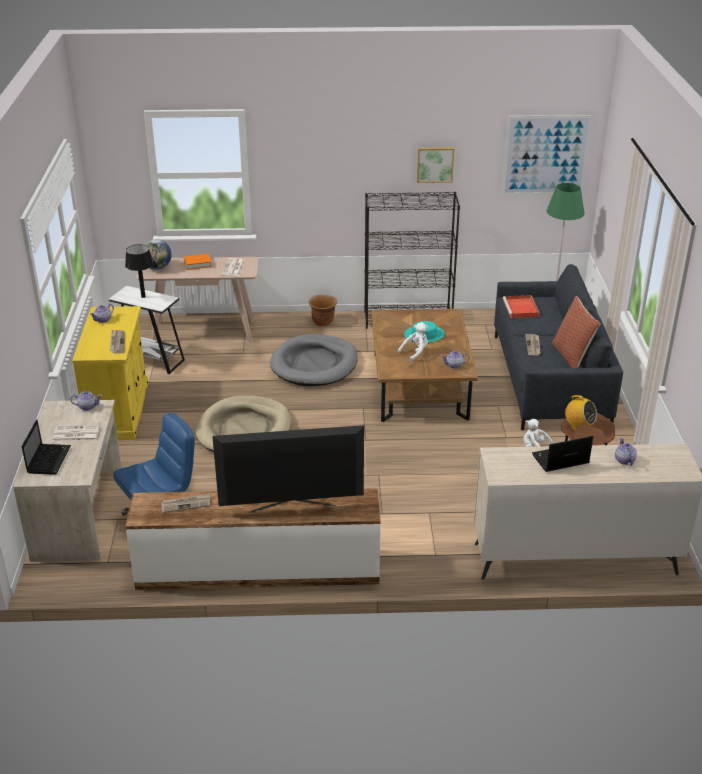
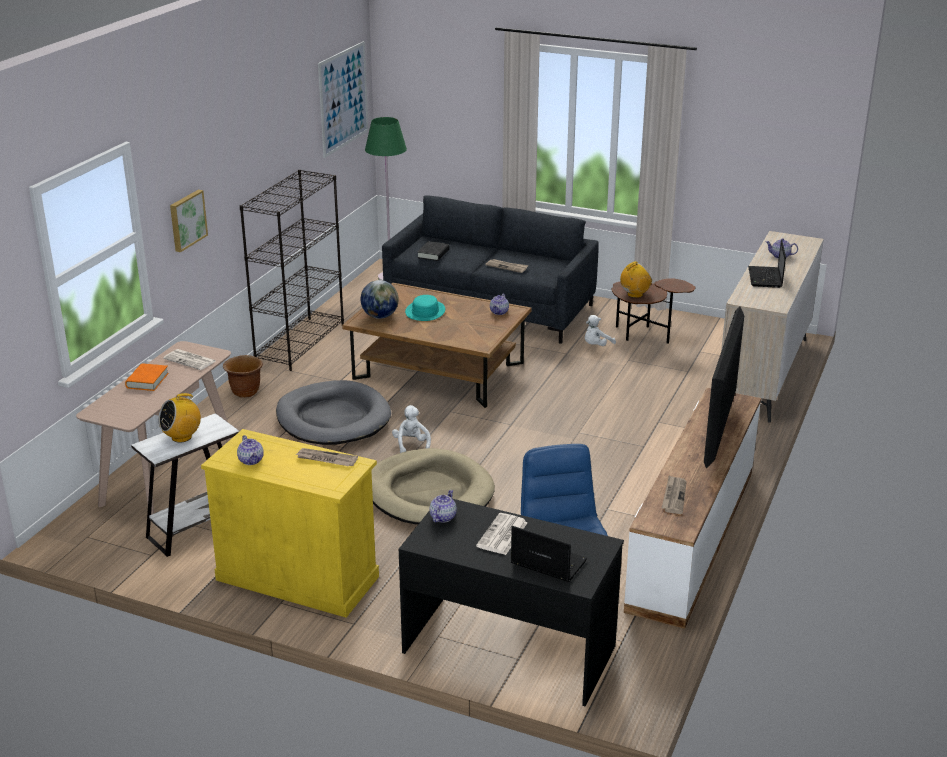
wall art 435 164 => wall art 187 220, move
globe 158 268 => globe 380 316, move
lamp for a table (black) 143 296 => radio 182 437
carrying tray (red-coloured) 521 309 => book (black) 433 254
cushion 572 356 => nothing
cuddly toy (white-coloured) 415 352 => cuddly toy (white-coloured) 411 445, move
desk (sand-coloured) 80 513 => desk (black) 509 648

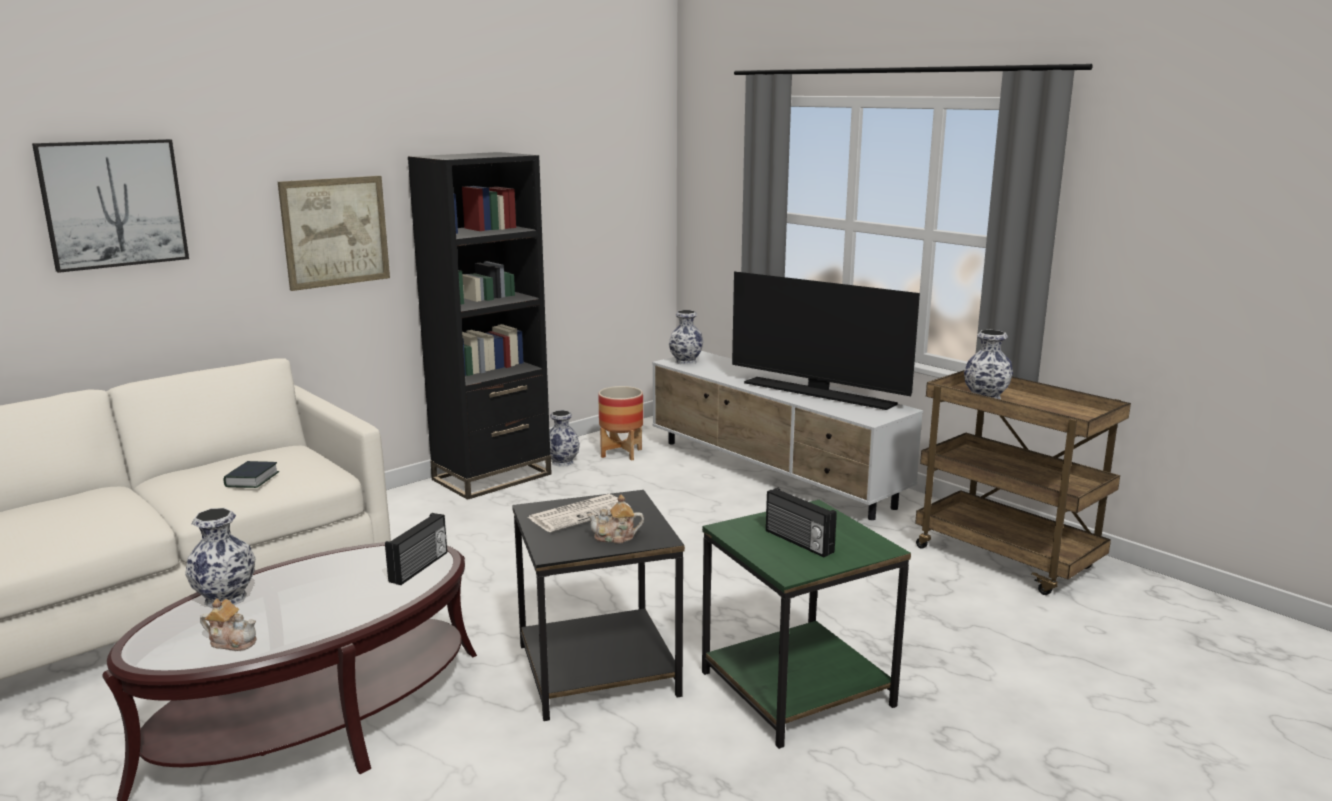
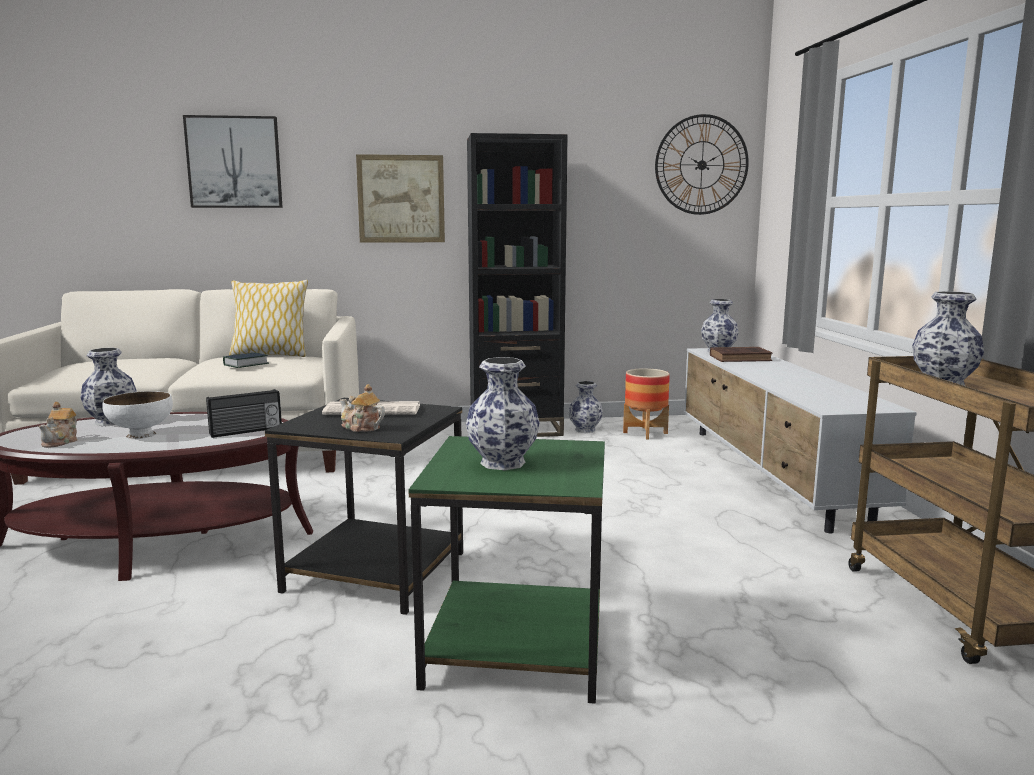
TV 819 394 => nothing
radio 798 542 => flower vase 503 463
pot for tea 232 642 => pot for tea 61 442, 45 degrees clockwise
nothing => hanging clock 701 165
nothing => cushion 270 356
nothing => book (brownish) 741 358
nothing => serving bowl (white-coloured) 142 435

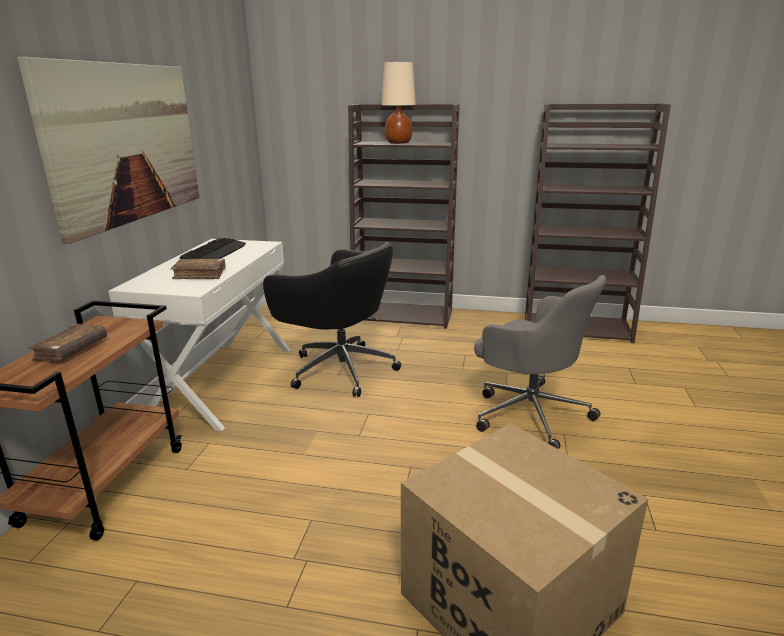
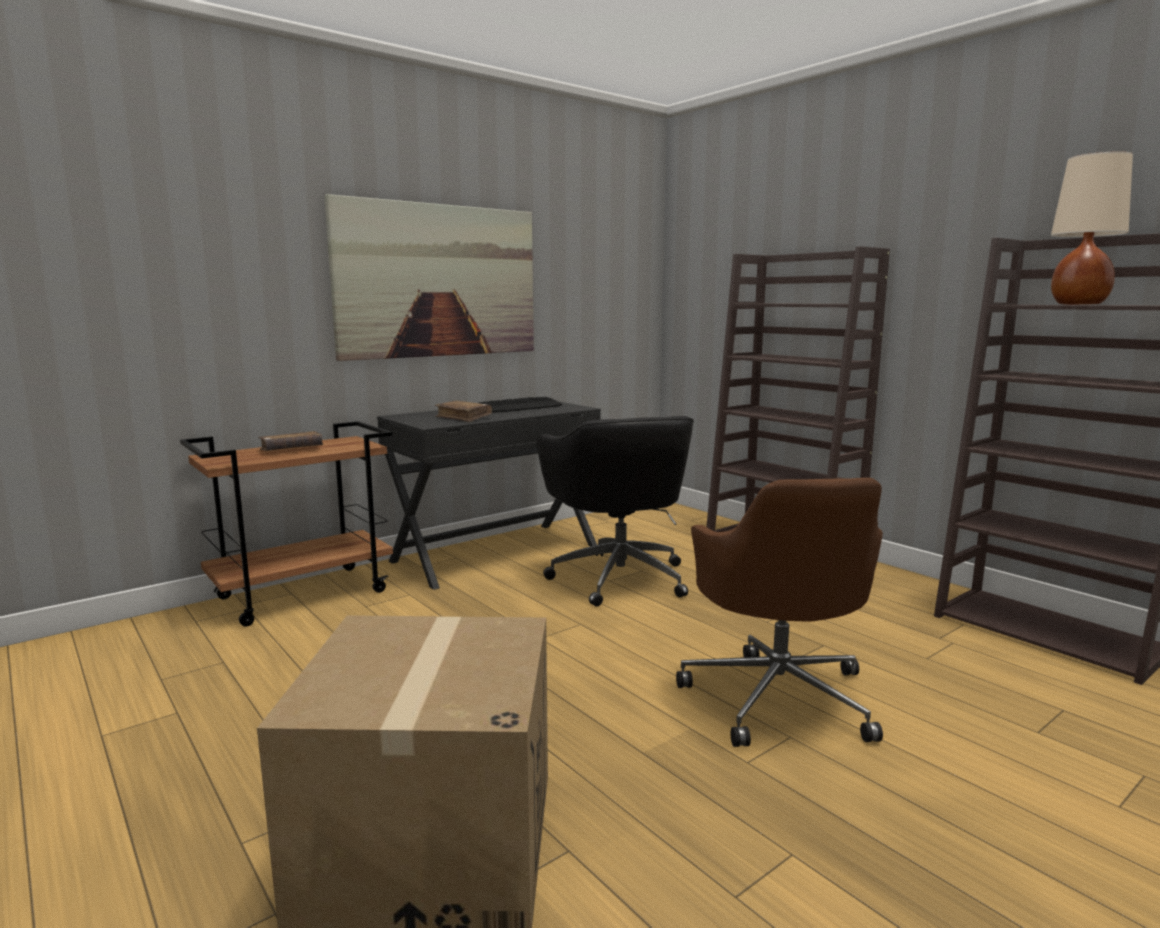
lamp for a table (sand-coloured) 399 143 => lamp for a table (sand-coloured) 1079 304, move
desk (white-coloured) 222 381 => desk (black) 495 553
office chair (greyish) 529 413 => office chair (brownish) 778 696

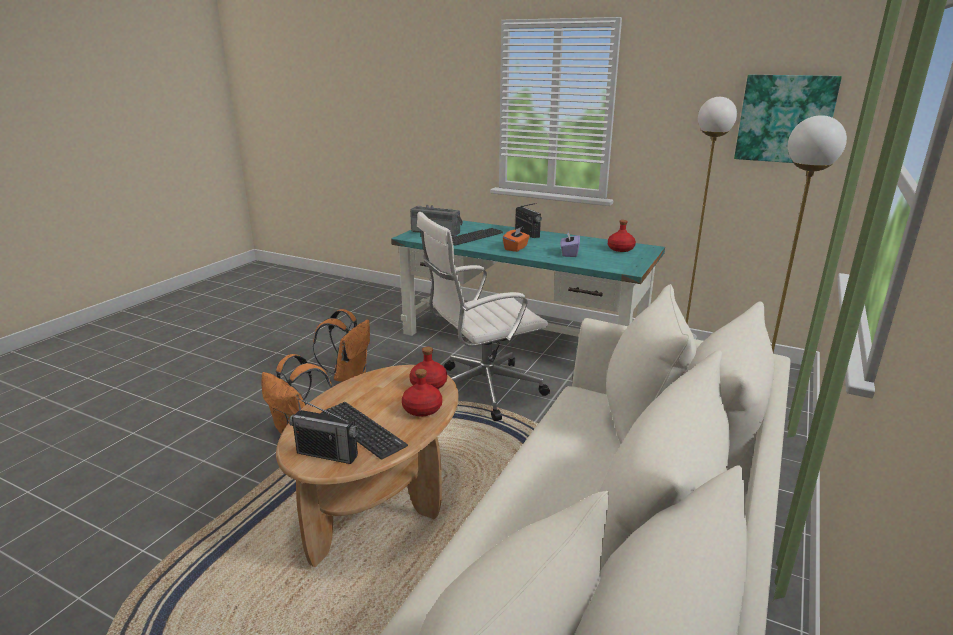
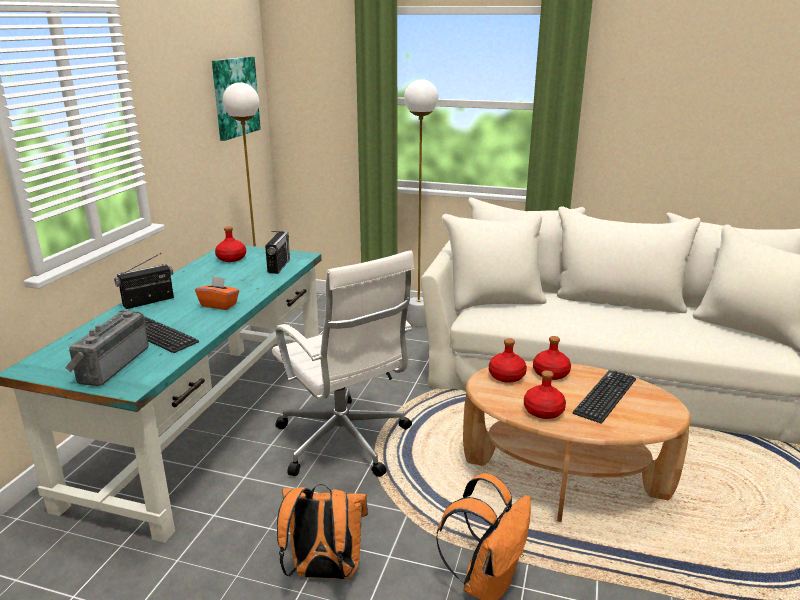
box of tissues (purple-coloured) 569 253 => nothing
radio 327 454 => radio 279 266, move
nothing => drink bottle (red-coloured) 543 411

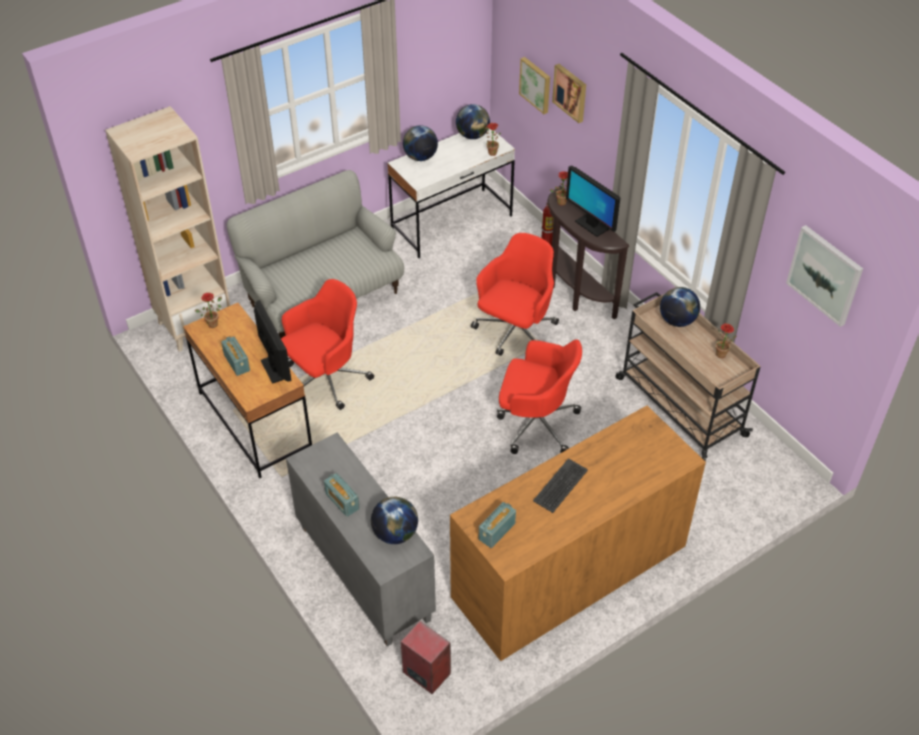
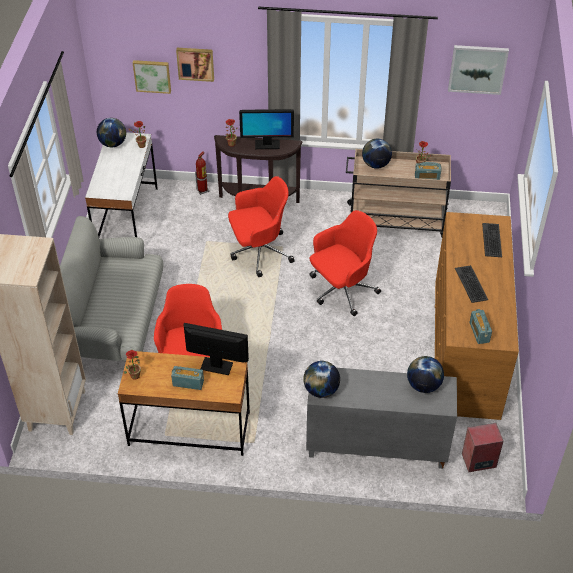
globe 420 157 => globe 321 390, move
office chair (red-coloured) 515 333 => office chair (red-coloured) 259 252, 90 degrees clockwise
radio 342 501 => radio 427 178, move
nothing => computer keyboard 492 240

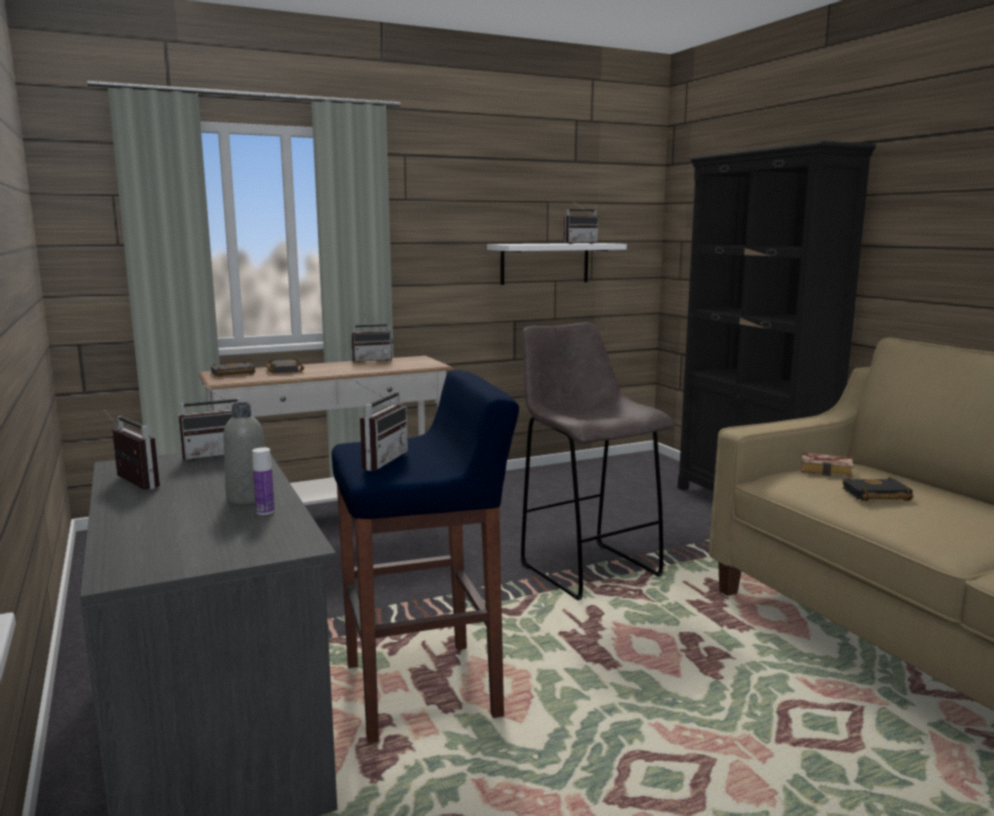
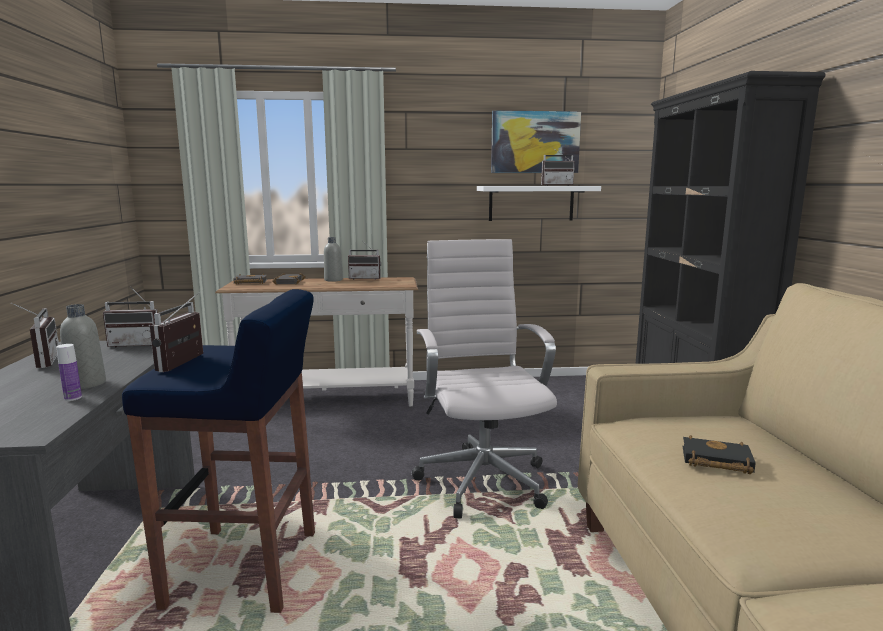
stool (greyish) 587 568 => office chair (white-coloured) 481 478
radio 378 460 => radio 186 364, 150 degrees clockwise
book 828 470 => nothing
nothing => wall art 535 142
nothing => drink bottle (greyish) 333 280

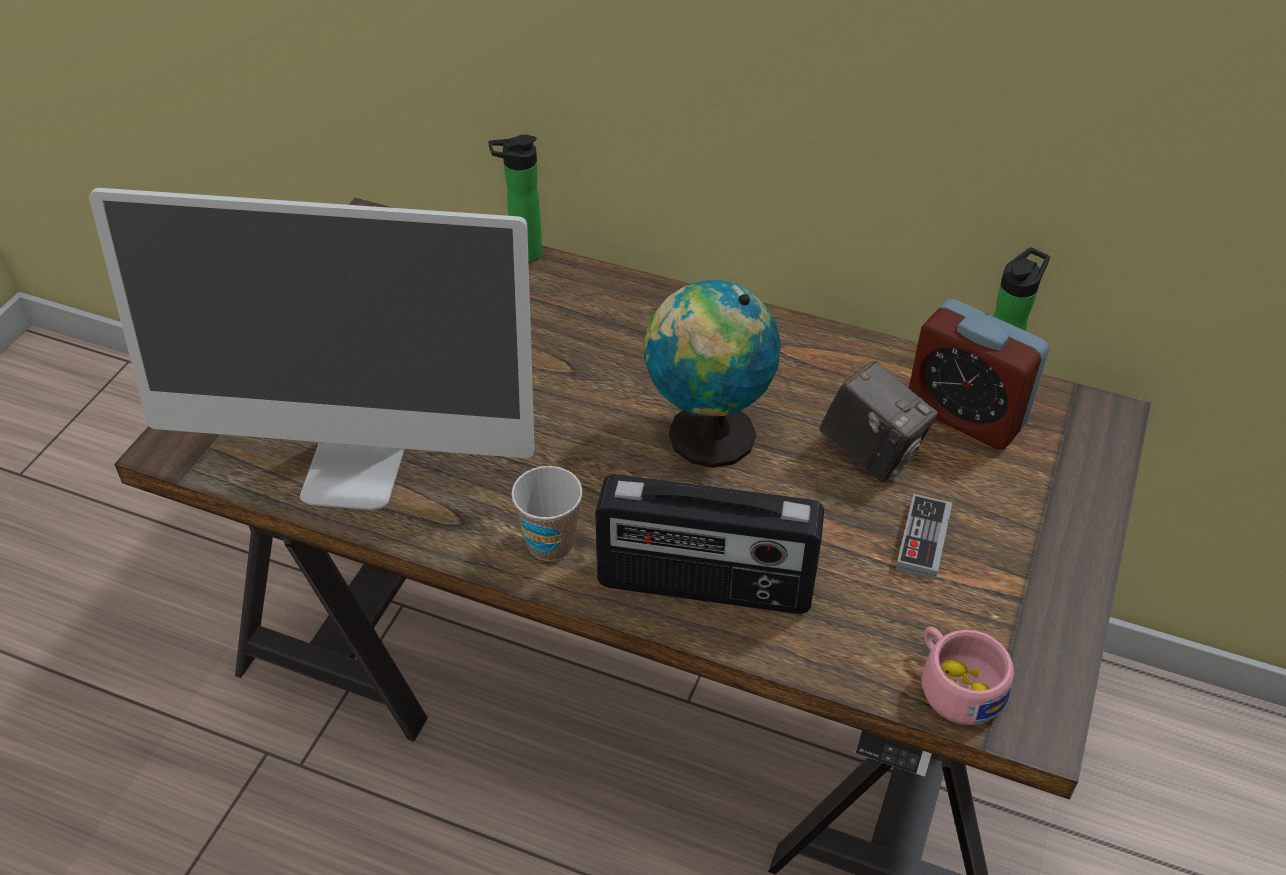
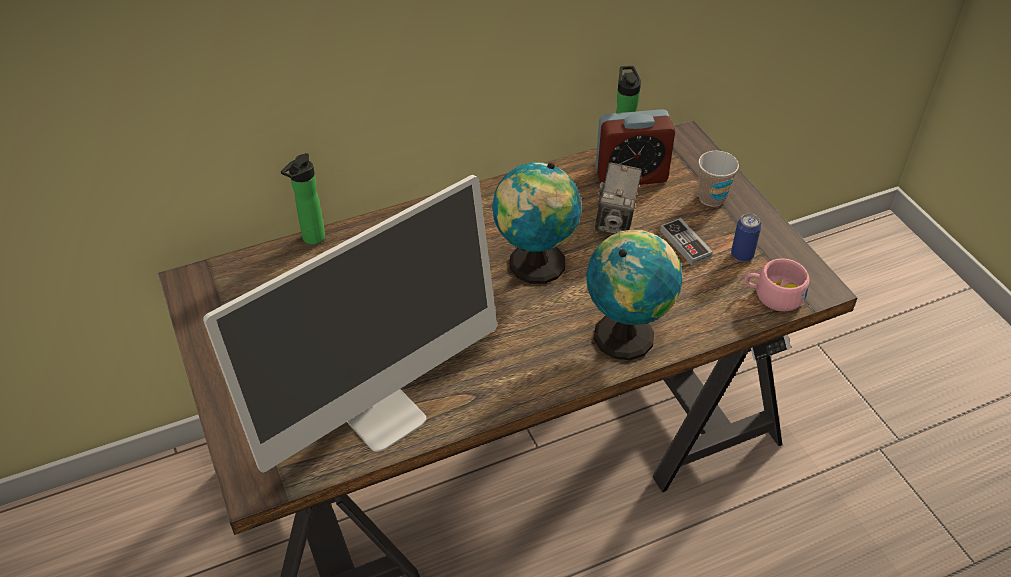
photo camera 871 453 => photo camera 616 221, 105 degrees clockwise
small cup 550 543 => small cup 711 198, move
radio 704 586 => globe 627 334
nothing => sealed can 742 255

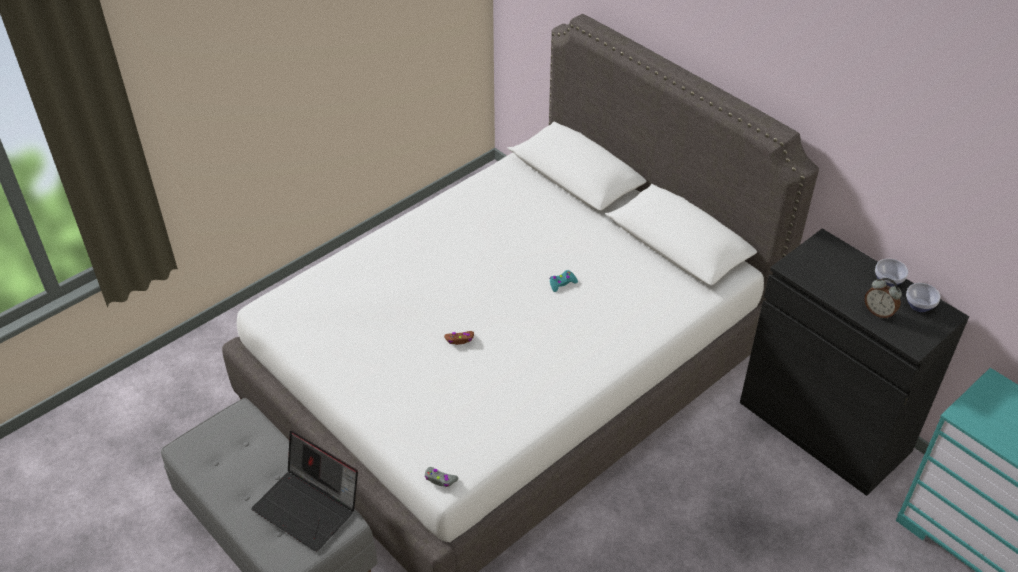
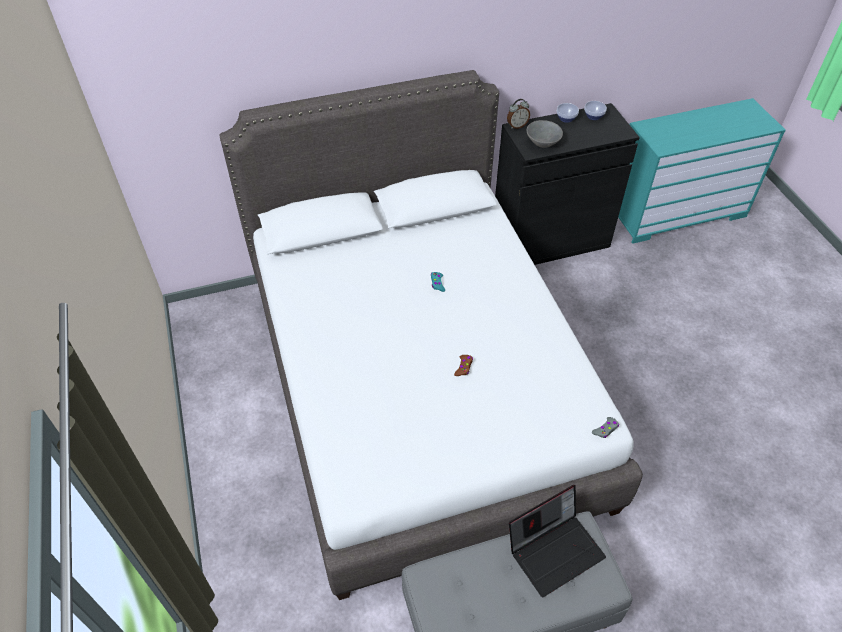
alarm clock 878 312 => alarm clock 517 126, move
nothing => serving bowl (greyish) 543 144

